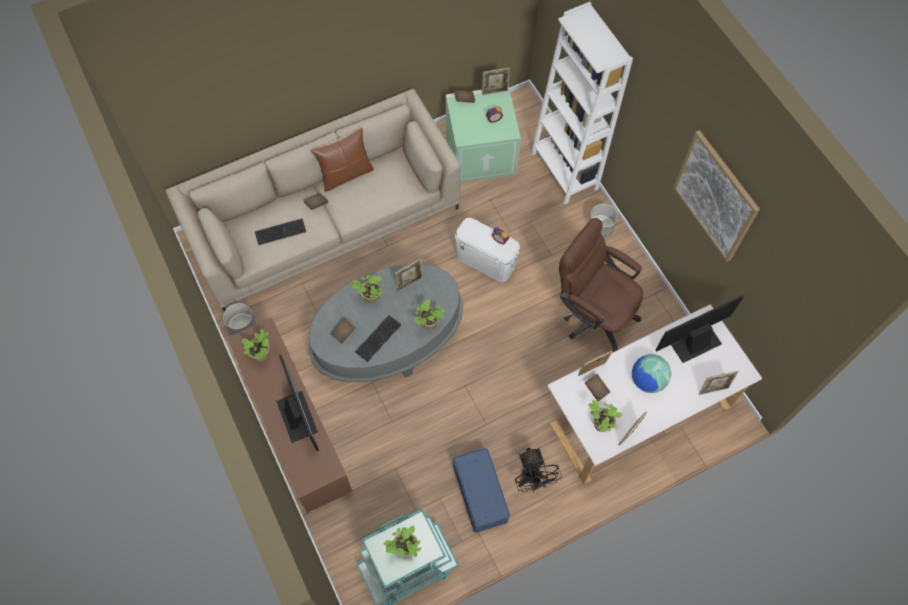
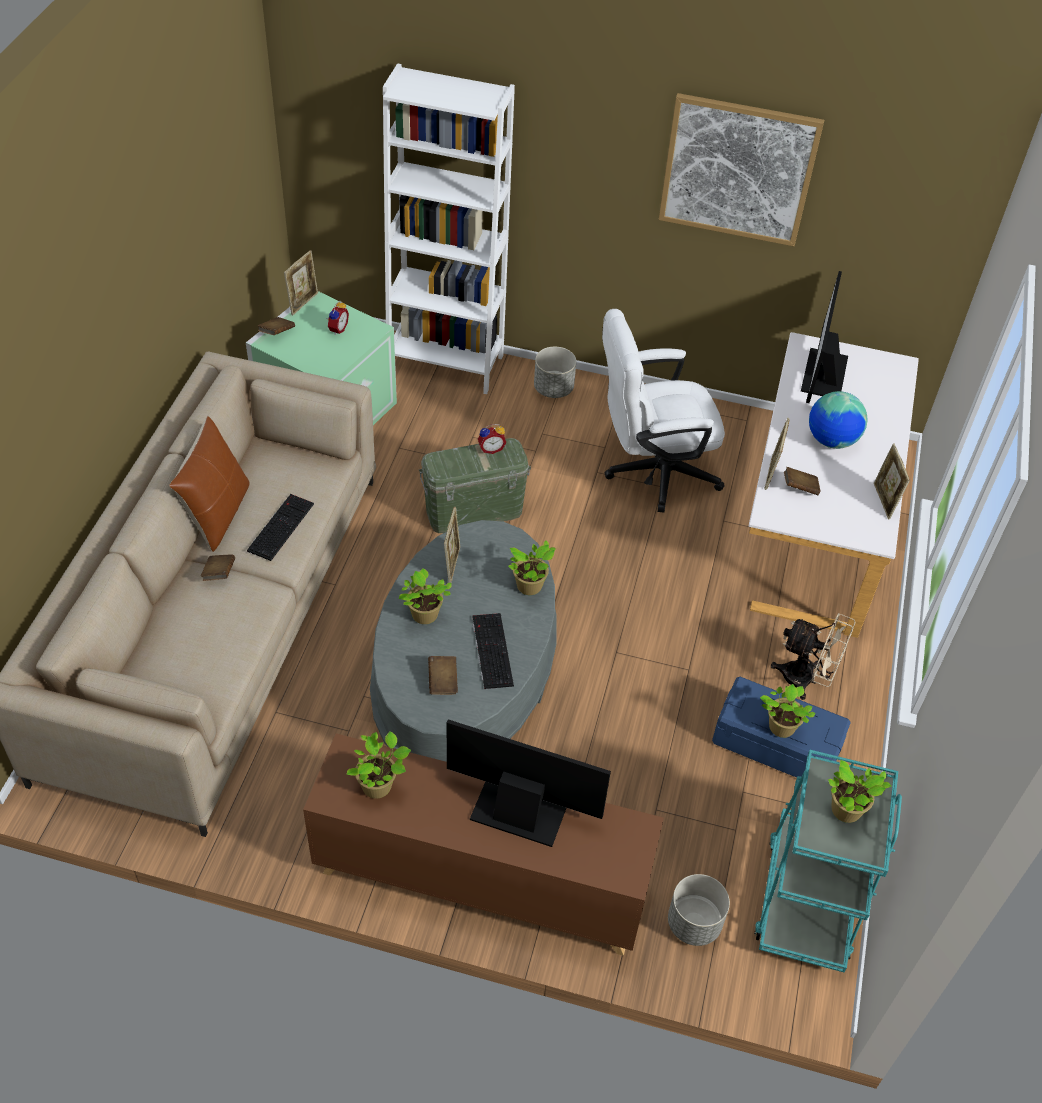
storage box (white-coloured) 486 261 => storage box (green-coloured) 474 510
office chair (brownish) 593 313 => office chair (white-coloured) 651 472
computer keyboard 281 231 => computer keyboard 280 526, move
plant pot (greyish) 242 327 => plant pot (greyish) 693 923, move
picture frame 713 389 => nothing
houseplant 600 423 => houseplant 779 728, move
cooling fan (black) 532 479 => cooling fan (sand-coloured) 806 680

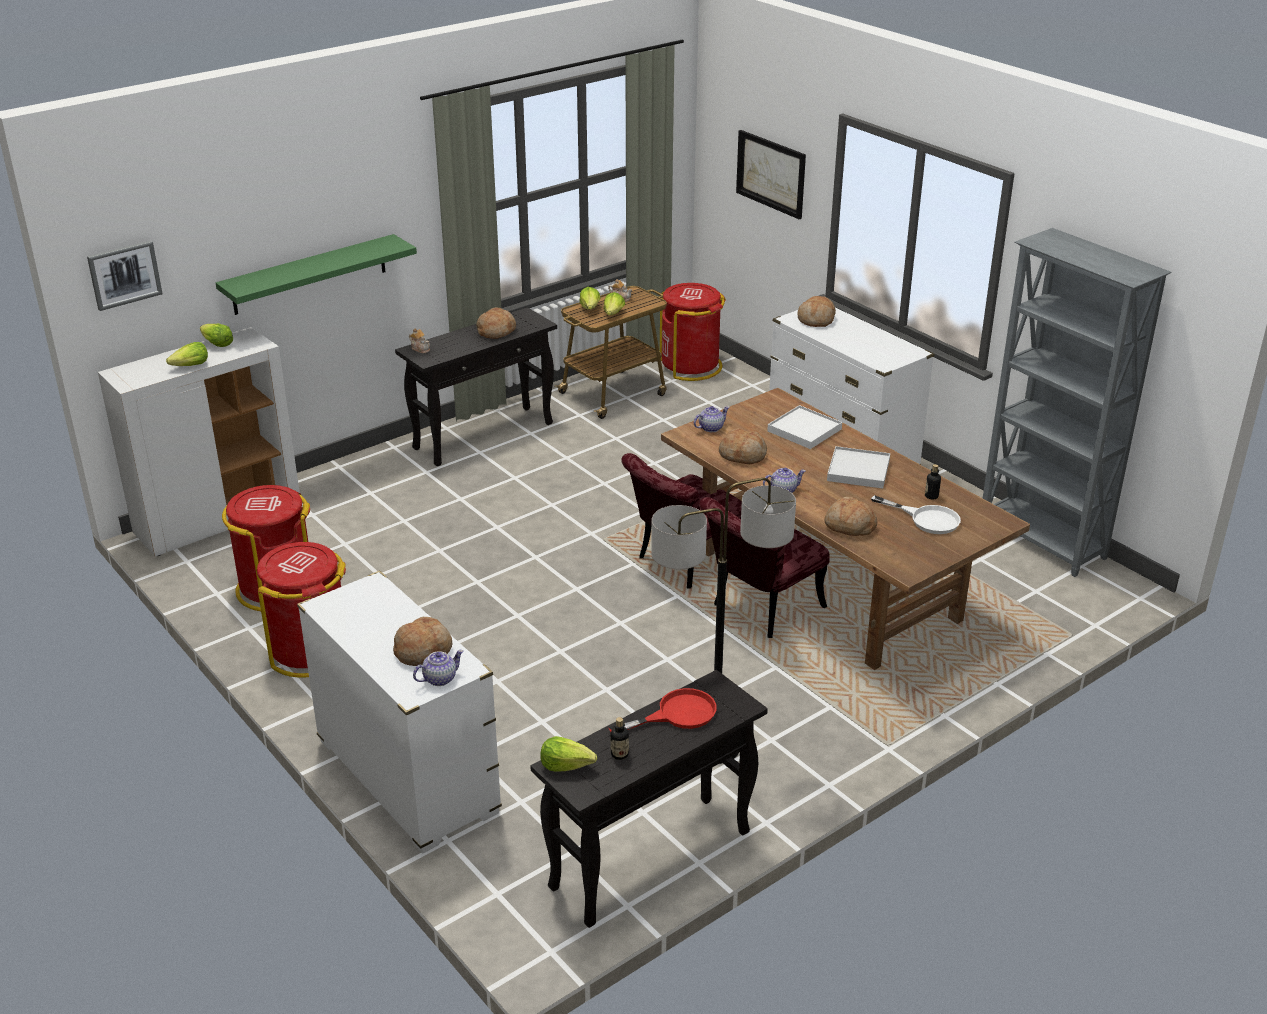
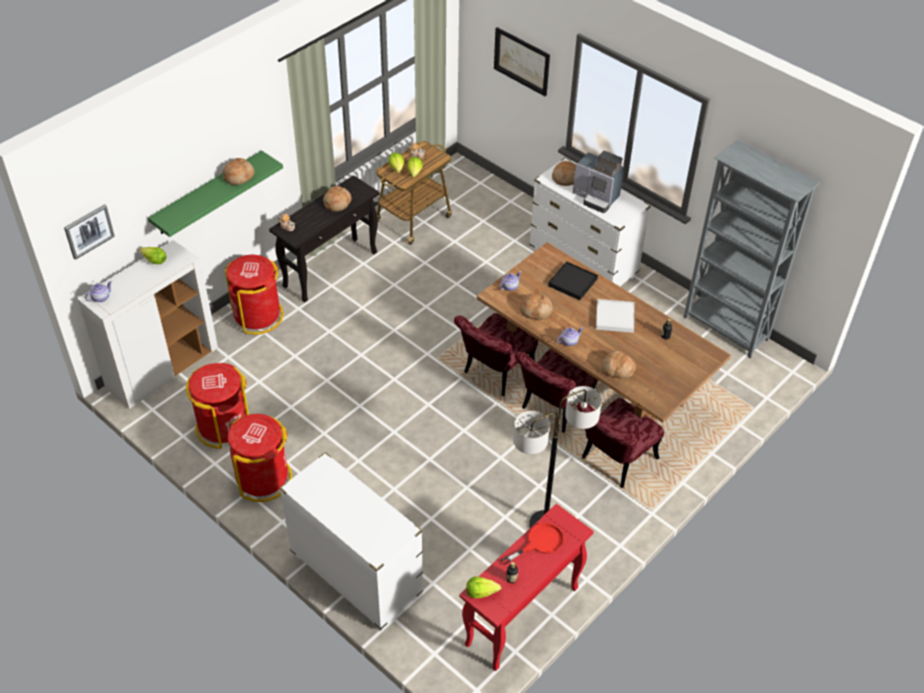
waste bin (red-coloured) 691 366 => waste bin (red-coloured) 258 315, move
lettuce 191 366 => nothing
carrying tray (white-coloured) 804 430 => carrying tray (black) 572 282
skillet (white-coloured) 926 519 => nothing
baked bread 423 650 => baked bread 239 176, move
pot for tea 440 678 => pot for tea 101 297, move
console table (black) 649 861 => console table (red-coloured) 521 617
nothing => coffee brewer 596 197
nothing => chair (red-coloured) 613 462

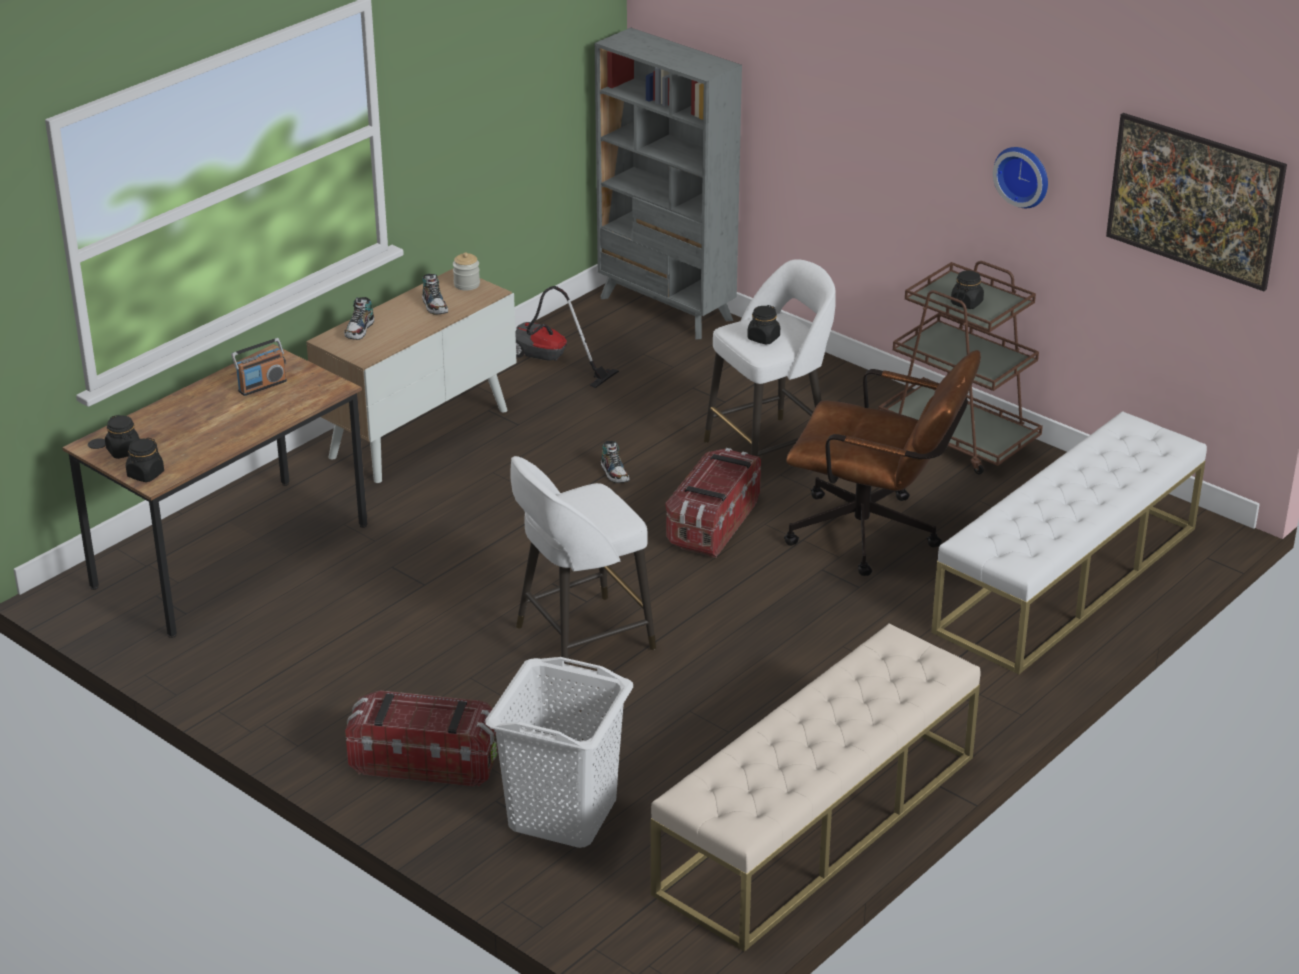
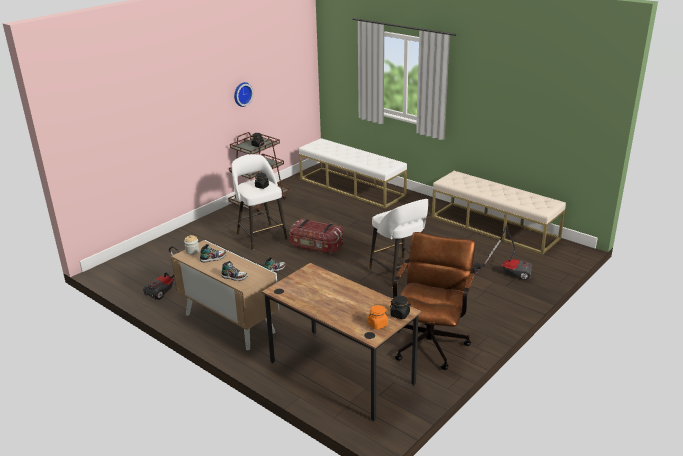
bookcase (greyish) 666 309 => nothing
wall art 1190 231 => nothing
radio 262 386 => nothing
office chair (brownish) 876 536 => office chair (brownish) 431 341, move
jar (black) 124 451 => jar (orangey) 377 324
hamper (white-coloured) 561 814 => hoover 508 272
storage box 425 761 => nothing

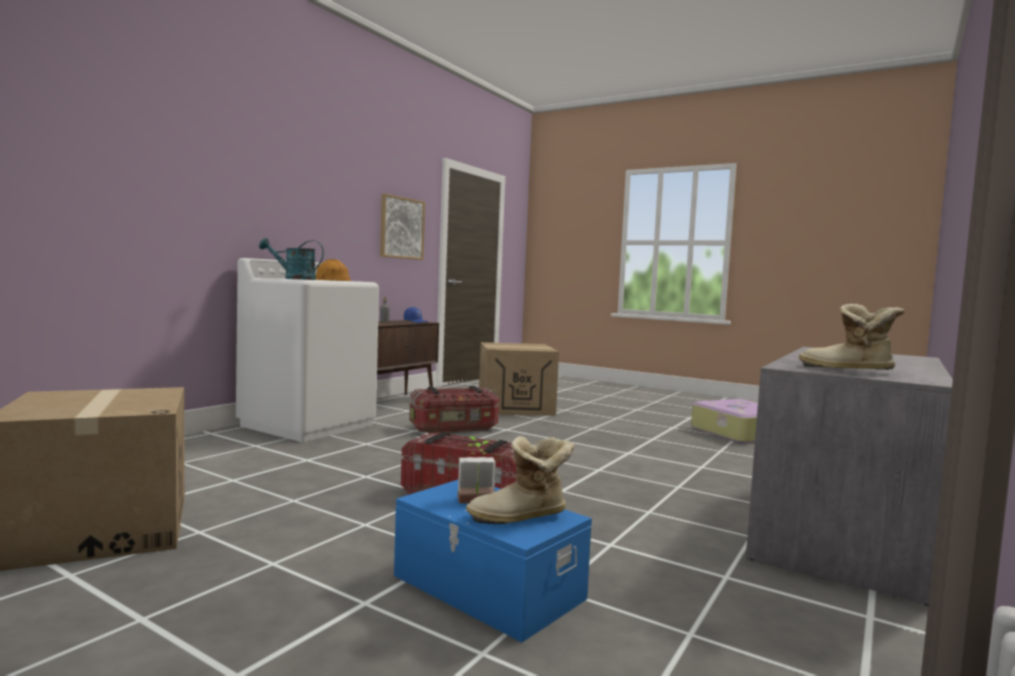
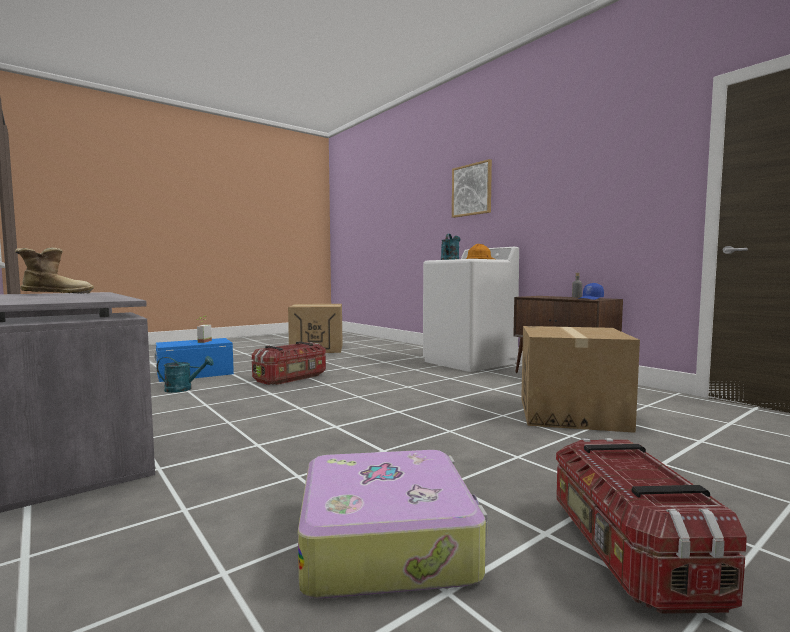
wall art 401 228 => wall art 472 190, move
storage box 454 428 => storage box 628 552, move
tall boot 521 518 => nothing
nothing => watering pot (turquoise) 183 389

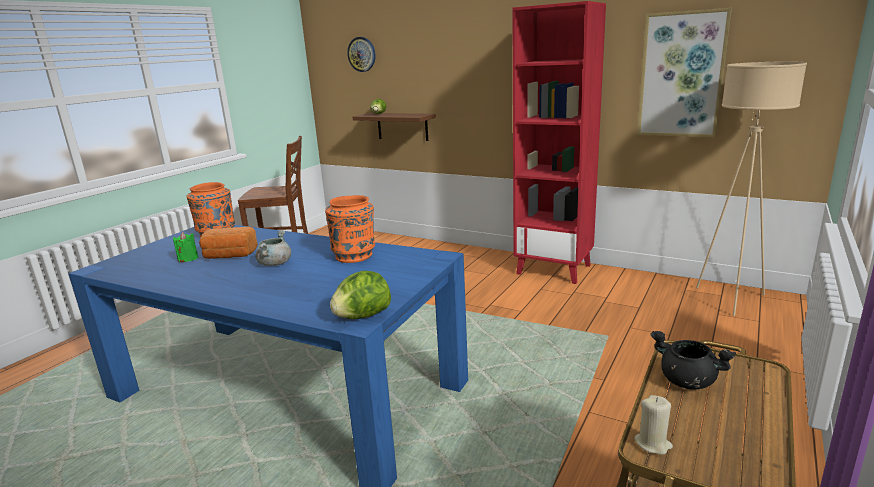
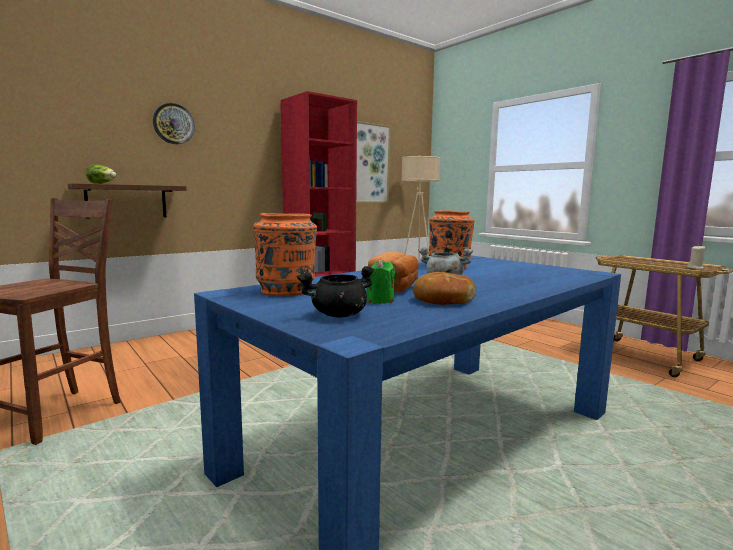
hanging clock 362 54 => hanging clock 173 124, move
lettuce 362 316 => nothing
cooking pot (black) 686 381 => cooking pot (black) 338 315, move
nothing => baked bread 443 300

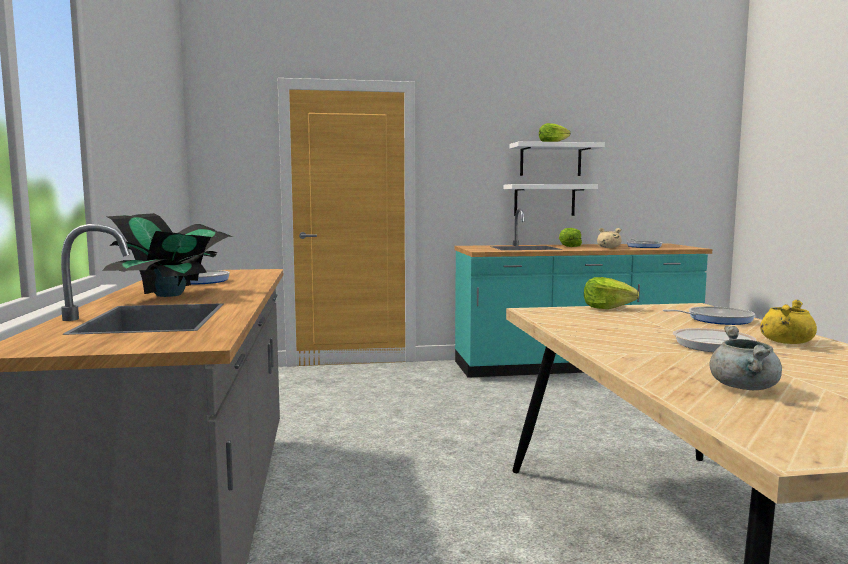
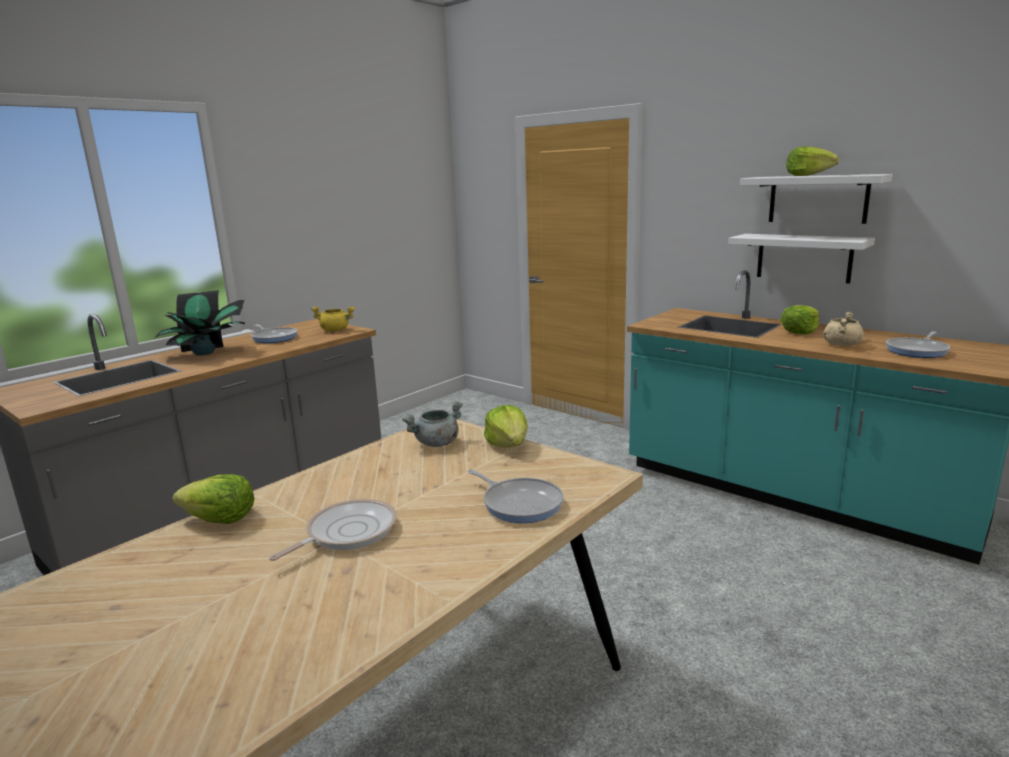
cooking pot (yellow) 786 342 => cooking pot (yellow) 335 330, move
cooking pot (greyish) 745 388 => cooking pot (greyish) 436 443, move
nothing => lettuce 220 519

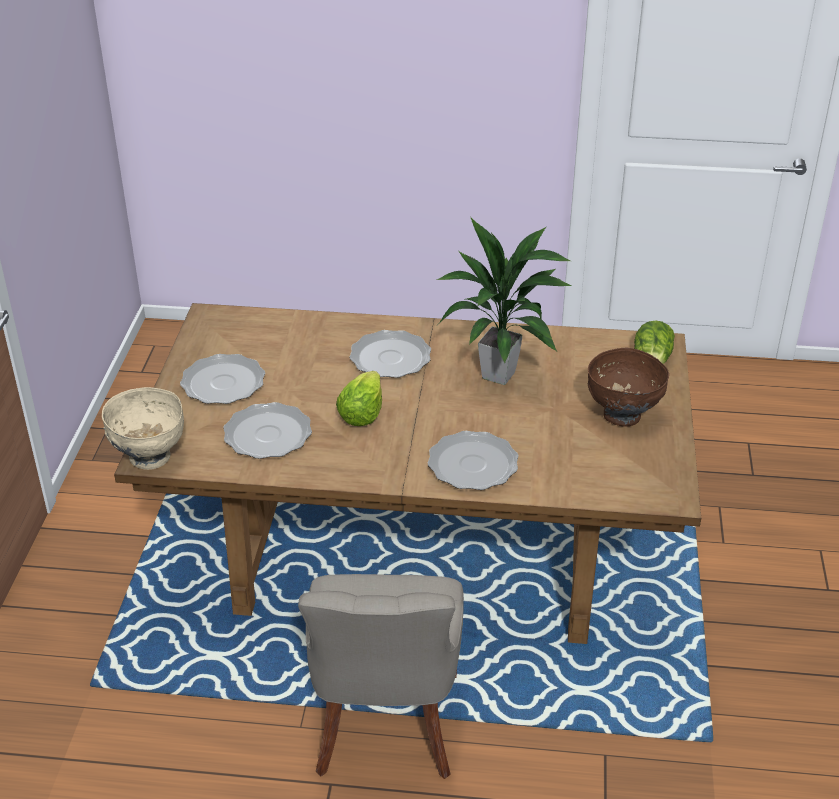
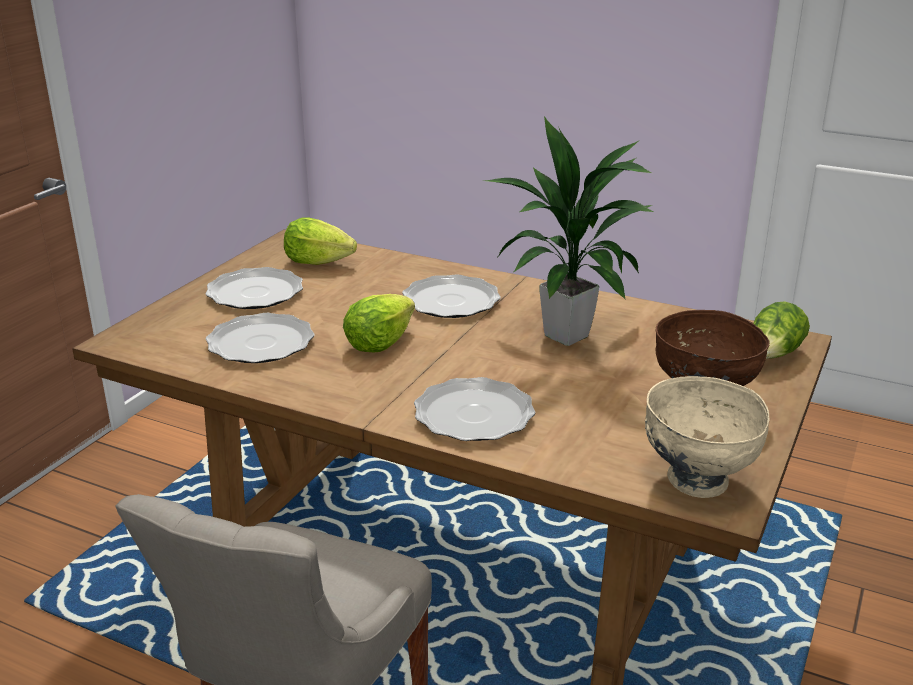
serving bowl (sand-coloured) 149 458 => serving bowl (sand-coloured) 697 481, move
nothing => lettuce 318 262

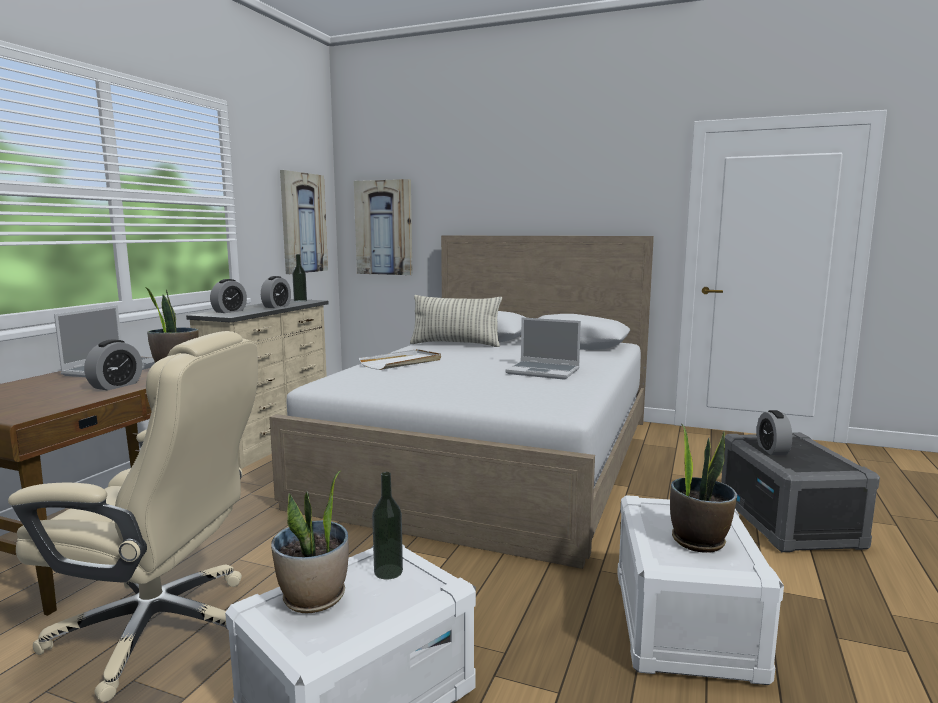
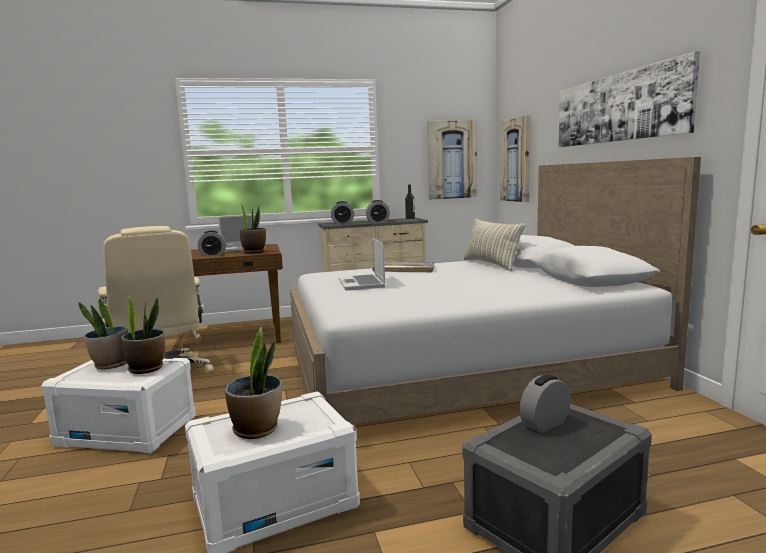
notebook computer 544 371 => notebook computer 362 284, move
drink bottle 388 571 => houseplant 147 368
nothing => wall art 618 108

